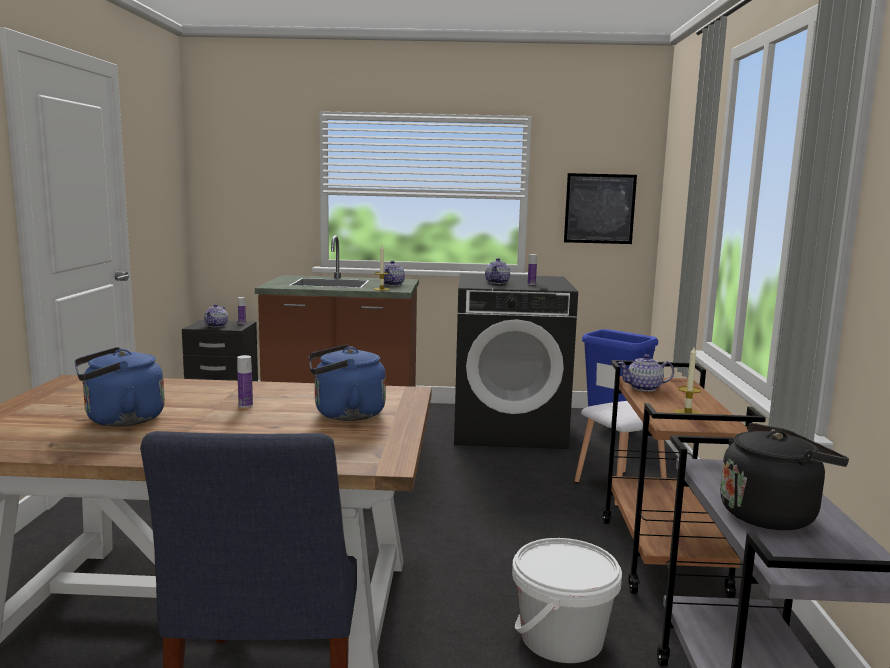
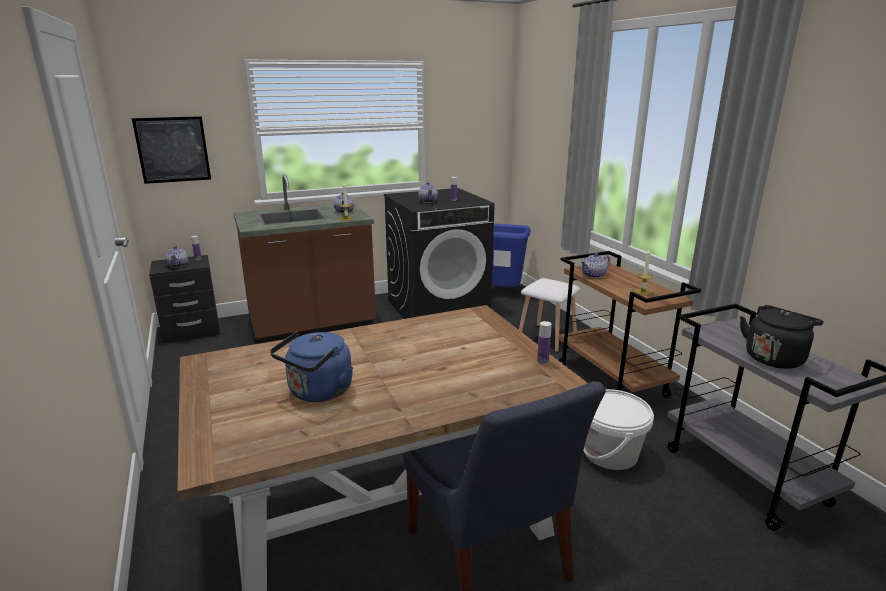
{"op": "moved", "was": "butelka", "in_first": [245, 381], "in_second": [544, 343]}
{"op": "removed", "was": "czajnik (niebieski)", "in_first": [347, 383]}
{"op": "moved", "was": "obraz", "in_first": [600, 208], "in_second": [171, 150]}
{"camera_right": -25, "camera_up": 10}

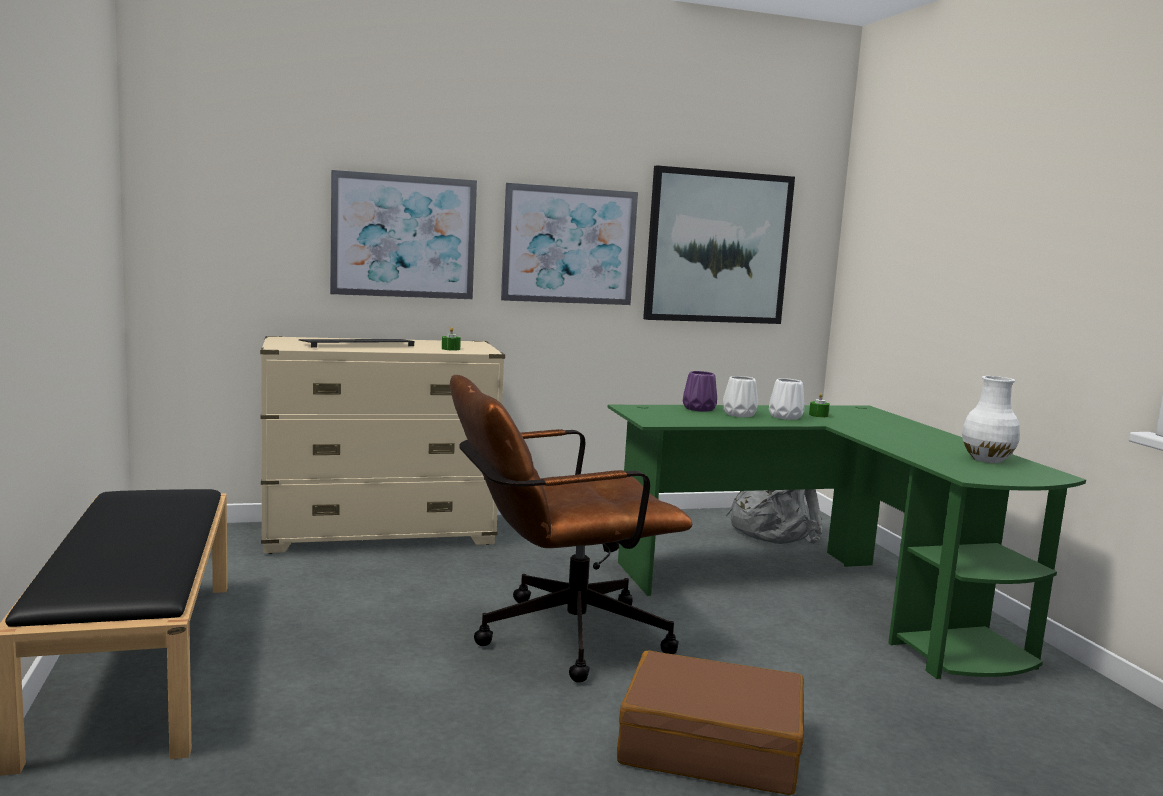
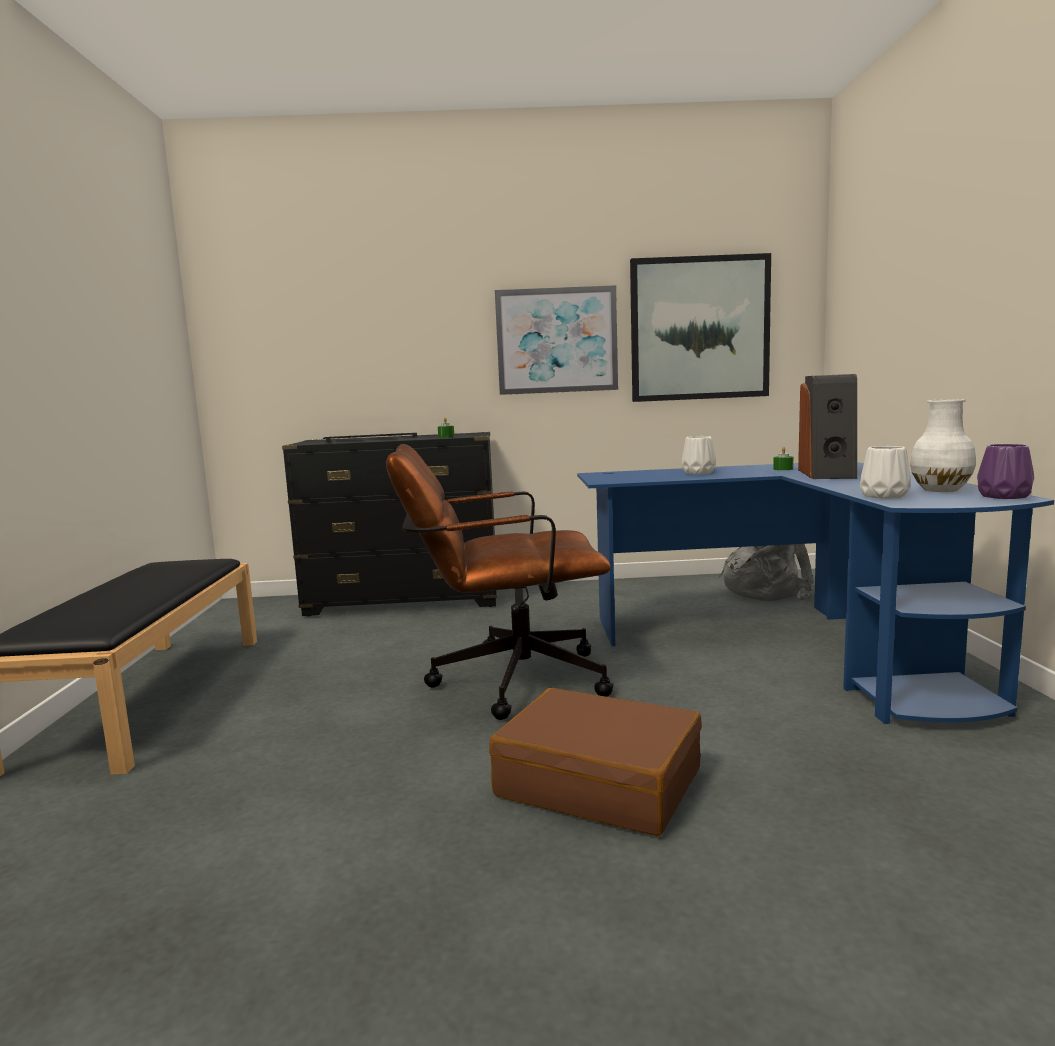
{"op": "recoloured", "was": "komoda (beżowy)", "now": "komoda (czarny)", "in_first": [382, 445], "in_second": [389, 524]}
{"op": "removed", "was": "obraz", "in_first": [403, 234]}
{"op": "recoloured", "was": "biurko (zielony)", "now": "biurko (niebieski)", "in_first": [847, 542], "in_second": [815, 593]}
{"op": "moved", "was": "wazon (fioletowy)", "in_first": [700, 391], "in_second": [1005, 471]}
{"op": "moved", "was": "wazon (biały)", "in_first": [787, 399], "in_second": [885, 472]}
{"op": "added", "now": "głośnik", "in_second": [827, 426]}
{"camera_right": 15, "camera_up": 0}

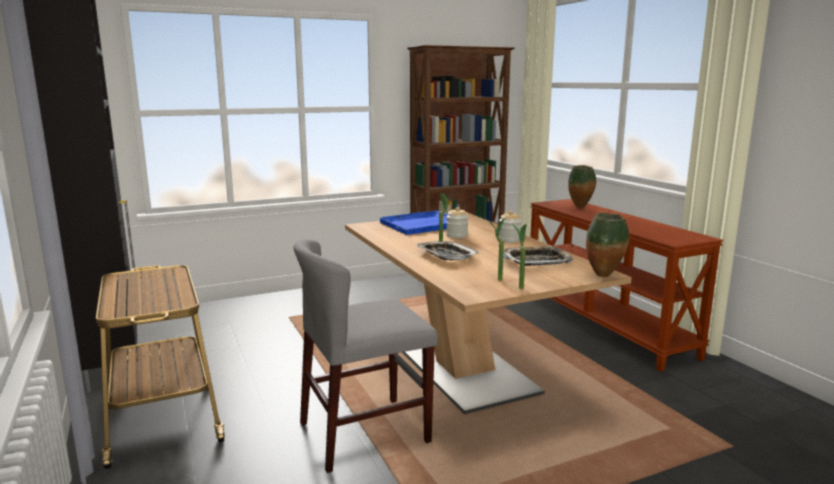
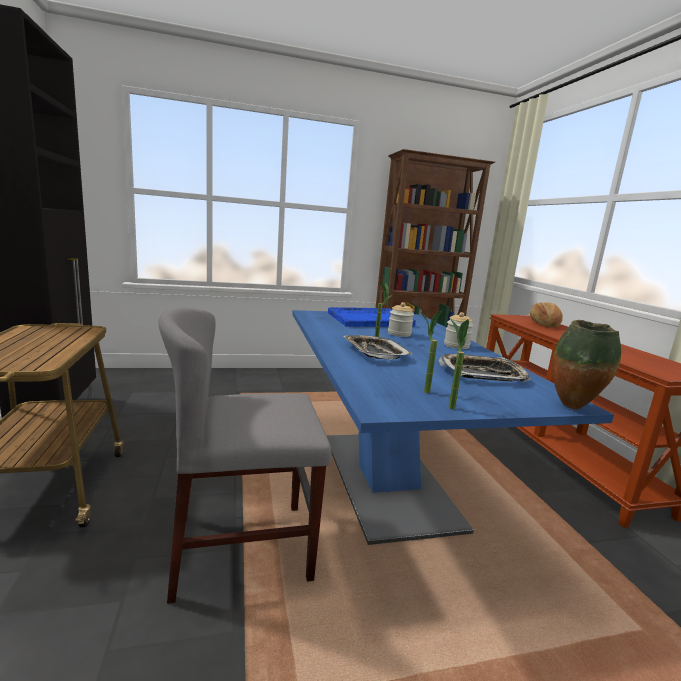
{"op": "recoloured", "was": "stół jadalny (brązowy)", "now": "stół jadalny (niebieski)", "in_first": [488, 313], "in_second": [453, 427]}
{"op": "replaced", "was": "wazon", "now": "chleb", "in_first": [582, 186], "in_second": [546, 315]}
{"camera_right": 10, "camera_up": 0}

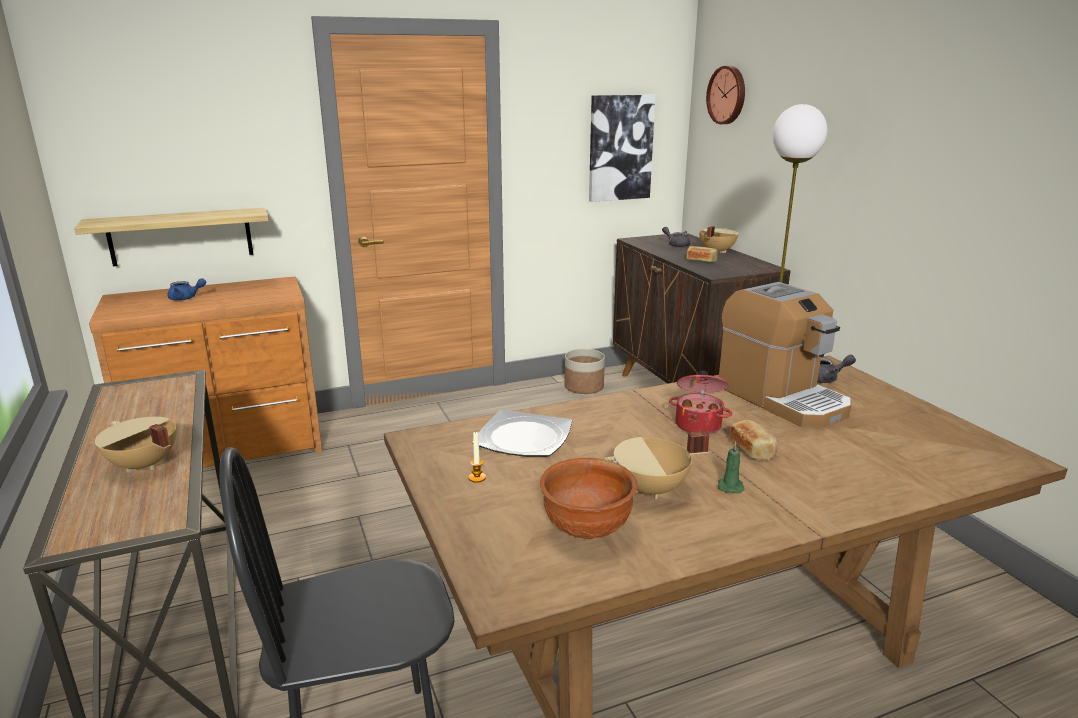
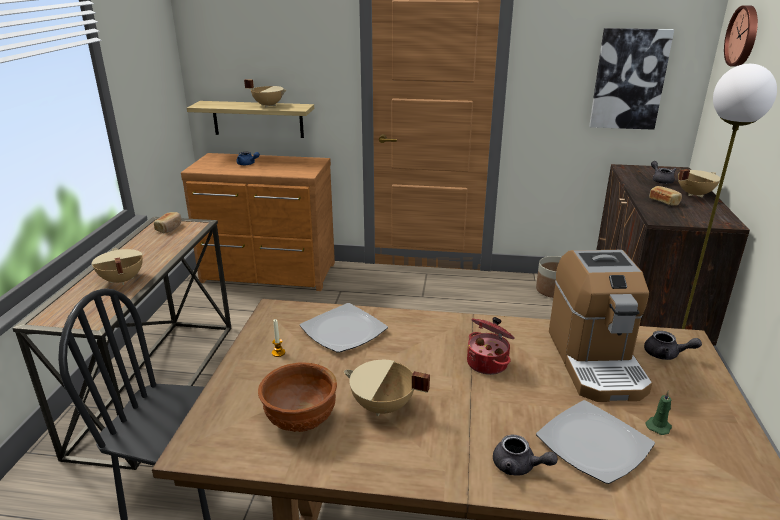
{"op": "moved", "was": "świeca (zielony)", "in_first": [731, 468], "in_second": [659, 413]}
{"op": "moved", "was": "chleb", "in_first": [754, 440], "in_second": [167, 222]}
{"op": "added", "now": "garnek (beżowy)", "in_second": [265, 93]}
{"op": "added", "now": "imbryk (szary)", "in_second": [525, 455]}
{"op": "added", "now": "talerz", "in_second": [595, 442]}
{"camera_right": 30, "camera_up": 5}

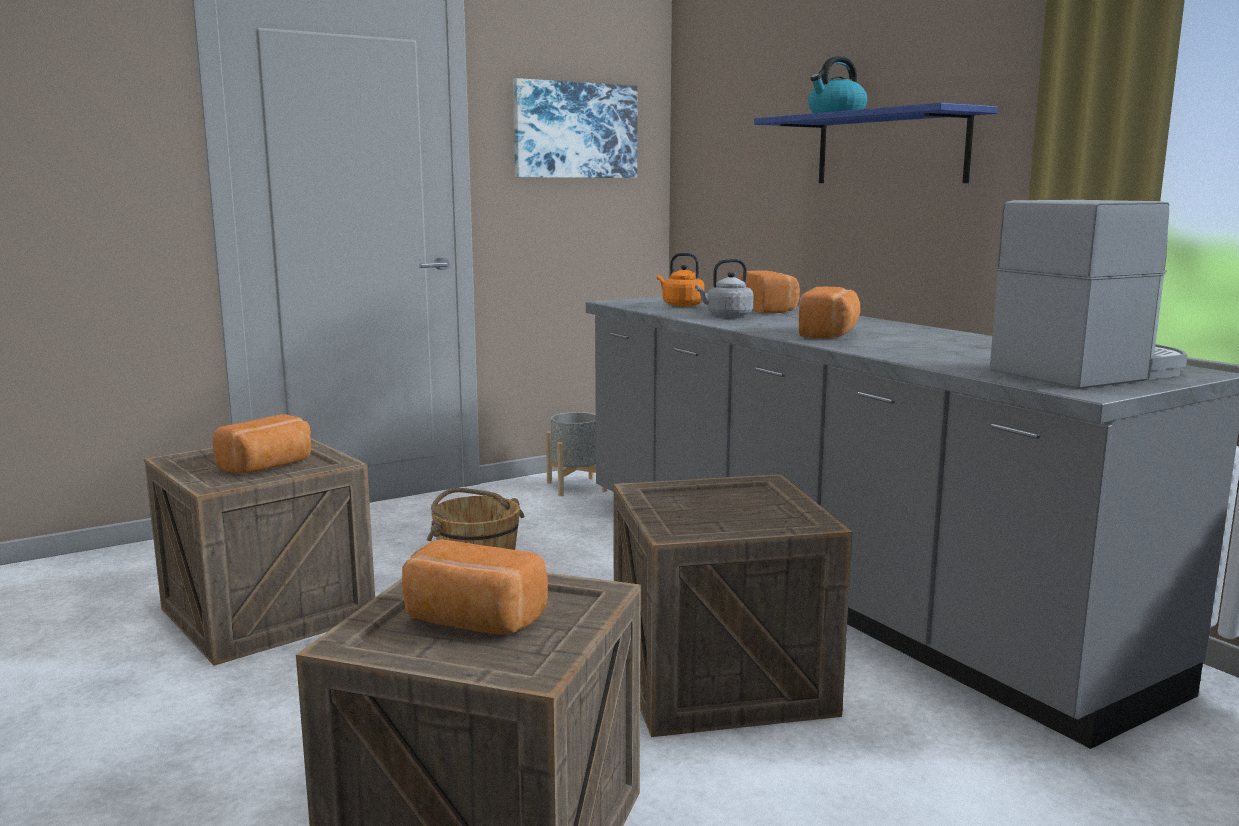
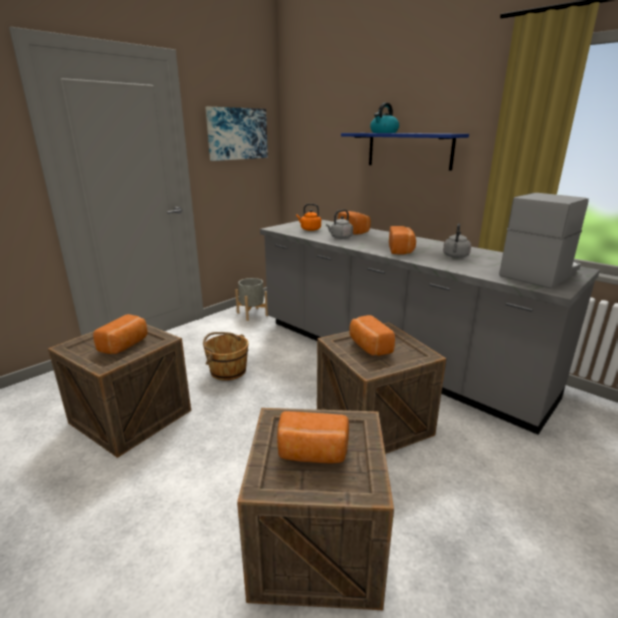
{"op": "added", "now": "chleb", "in_second": [372, 335]}
{"op": "added", "now": "czajnik (szary)", "in_second": [457, 240]}
{"camera_right": -15, "camera_up": 10}

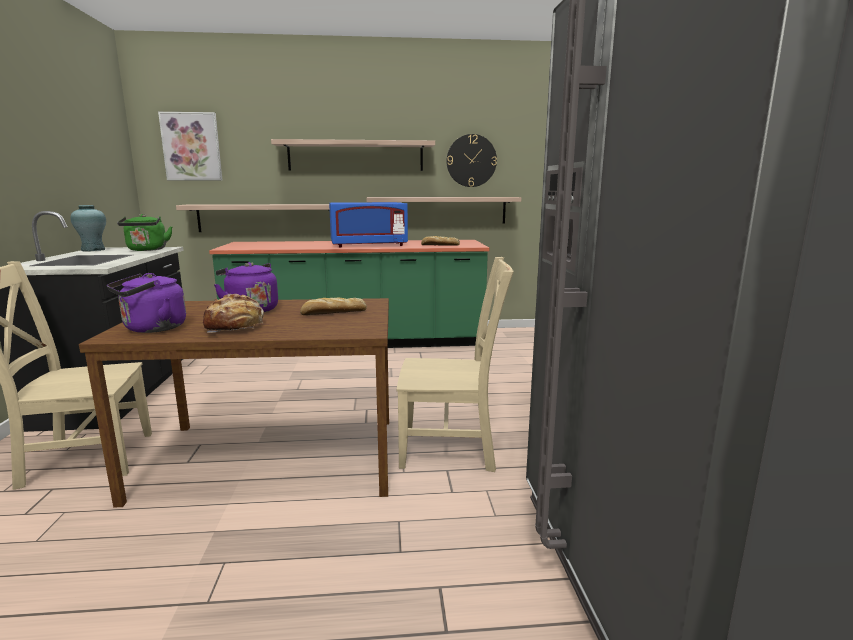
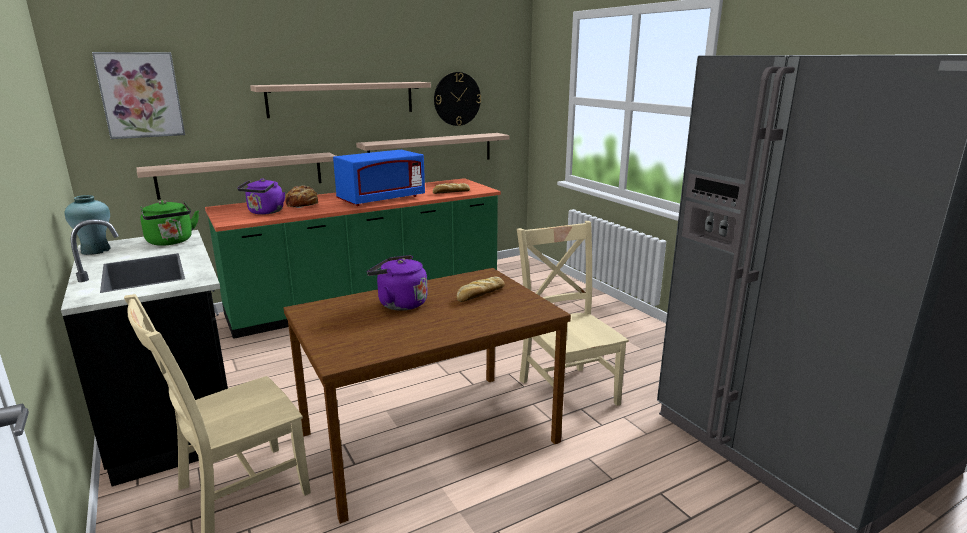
{"op": "moved", "was": "czajnik (fioletowy)", "in_first": [146, 303], "in_second": [261, 197]}
{"op": "moved", "was": "chleb", "in_first": [233, 313], "in_second": [301, 197]}
{"op": "turned", "was": "krzesło (beżowy)", "in_first": [455, 364], "in_second": [573, 313], "clockwise": -90}
{"camera_right": -25, "camera_up": 5}

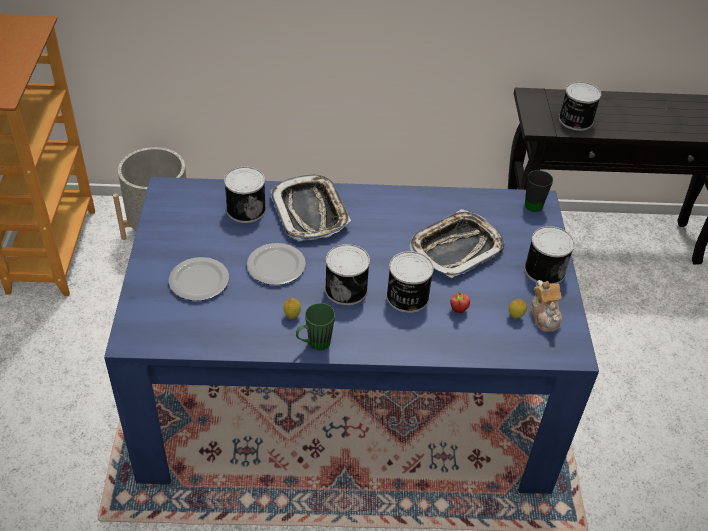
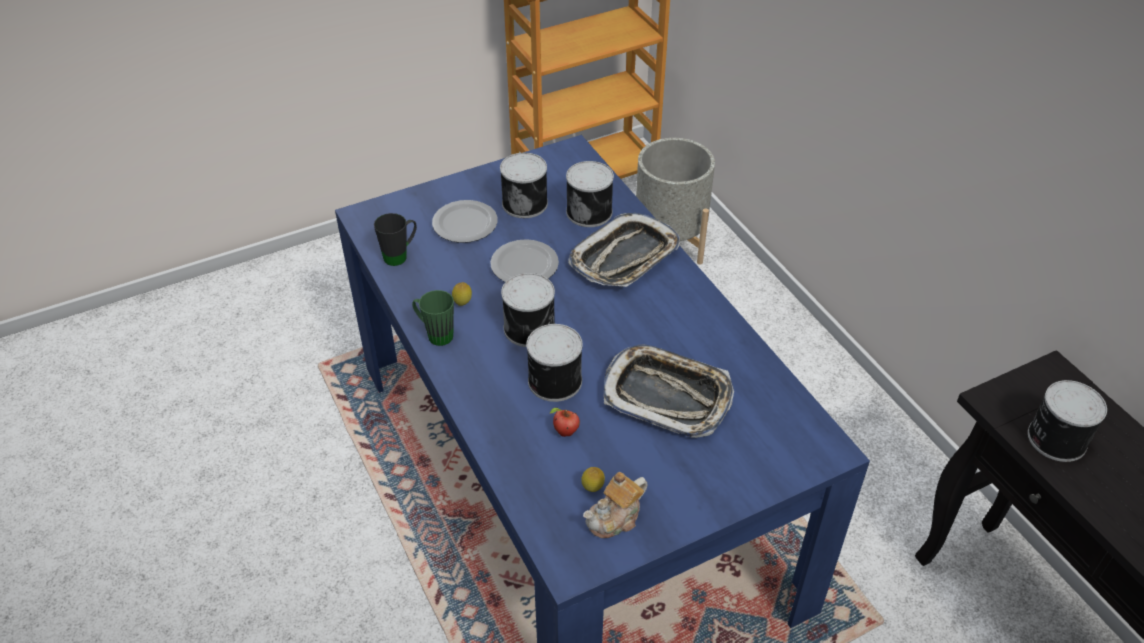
{"op": "moved", "was": "puszka", "in_first": [549, 255], "in_second": [524, 185]}
{"op": "moved", "was": "kubek (czarny)", "in_first": [539, 191], "in_second": [395, 239]}
{"camera_right": 65, "camera_up": 0}

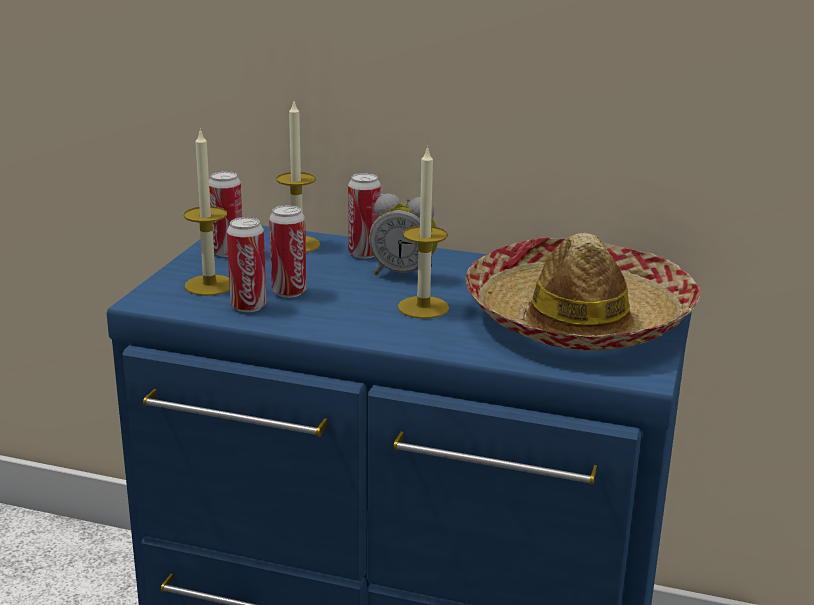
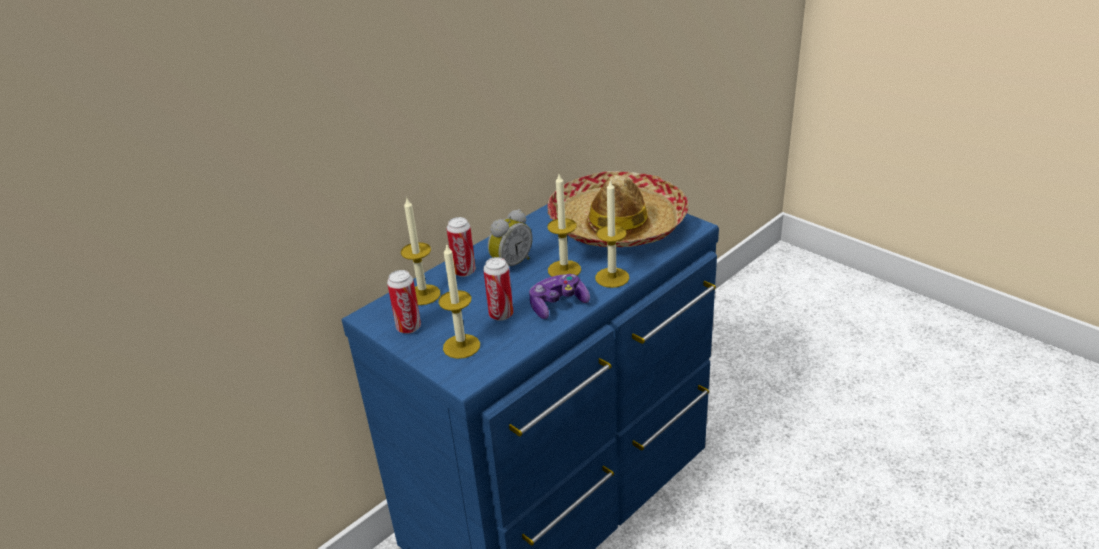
{"op": "removed", "was": "puszka", "in_first": [246, 264]}
{"op": "added", "now": "pad do gier", "in_second": [559, 296]}
{"op": "added", "now": "świeca", "in_second": [612, 233]}
{"camera_right": -60, "camera_up": 10}

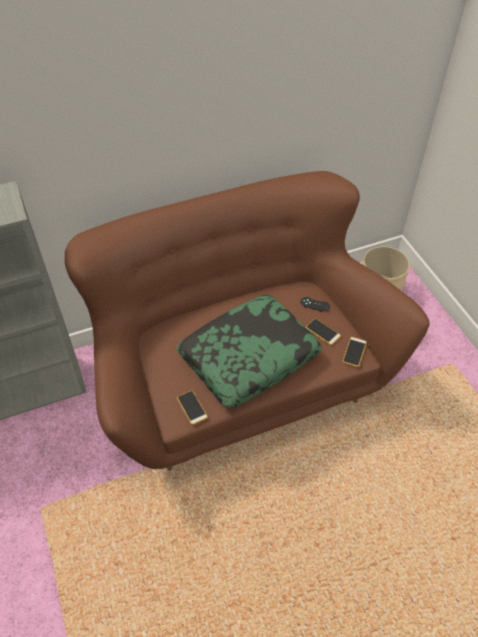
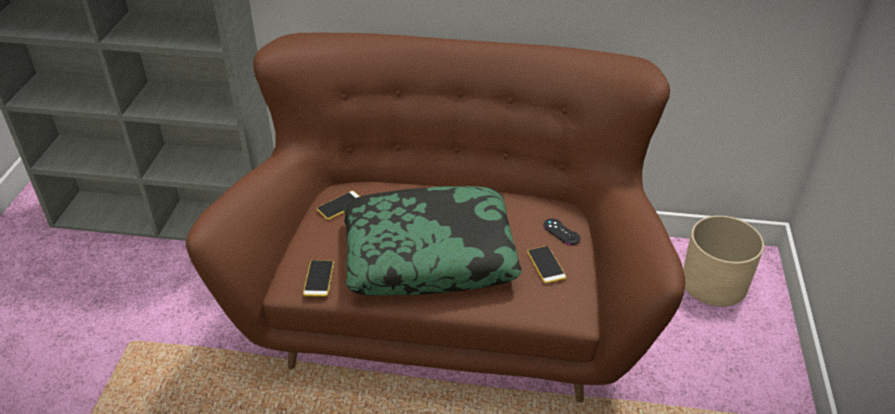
{"op": "moved", "was": "telefon", "in_first": [355, 352], "in_second": [338, 205]}
{"camera_right": 30, "camera_up": -10}

